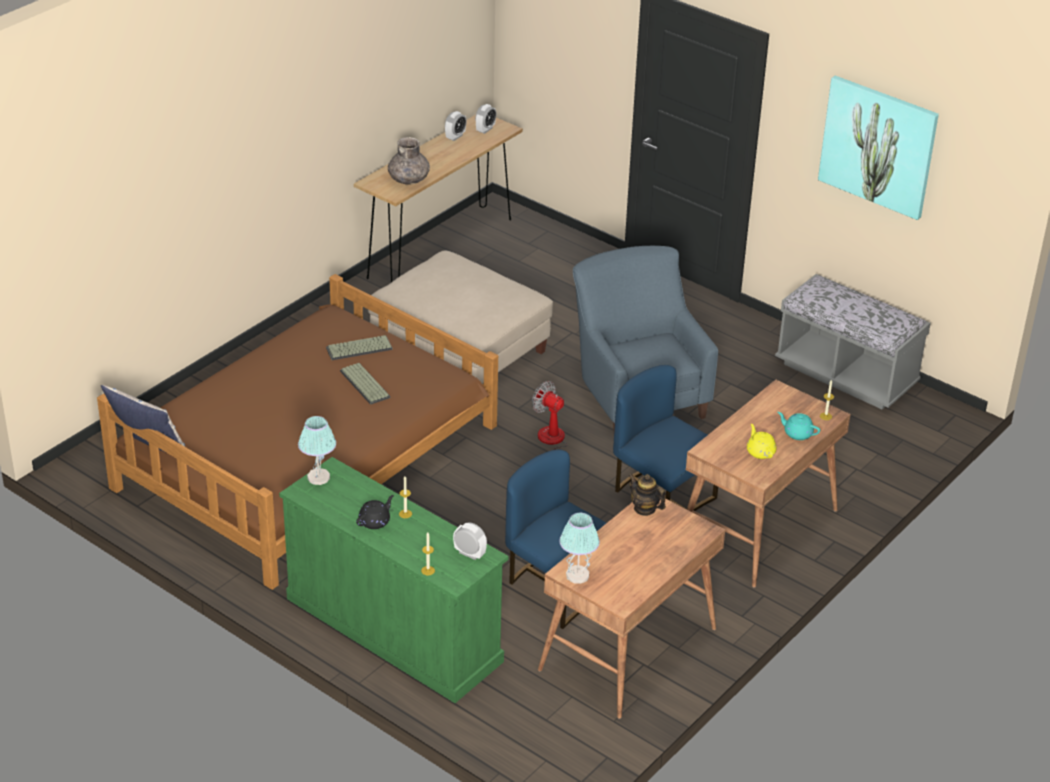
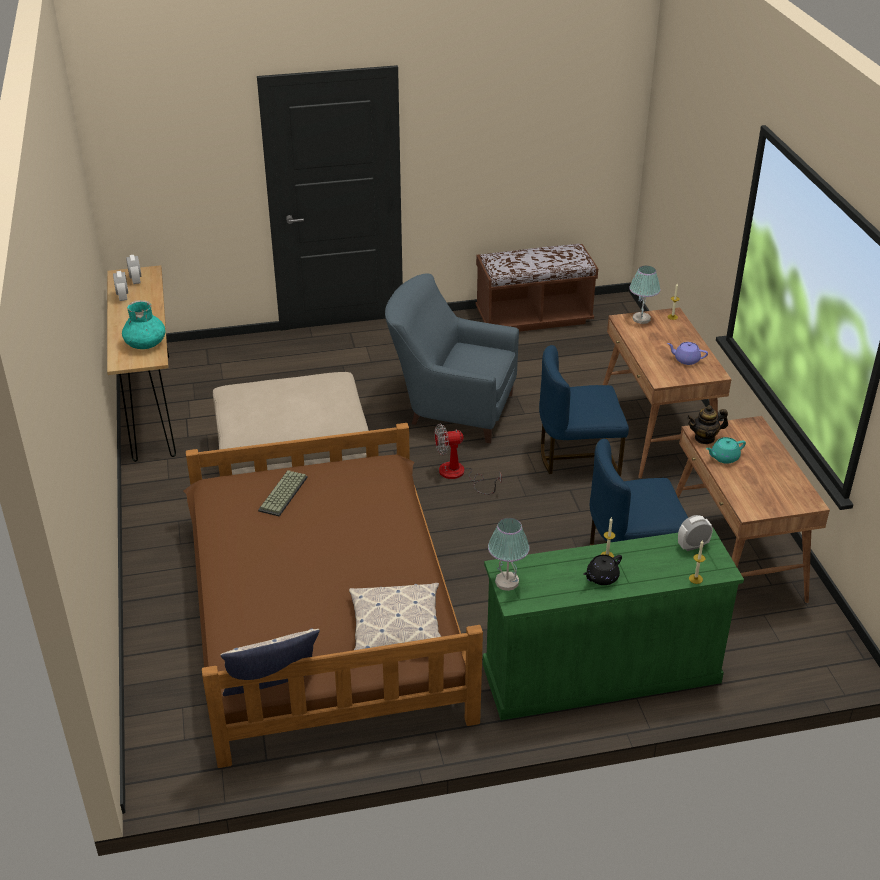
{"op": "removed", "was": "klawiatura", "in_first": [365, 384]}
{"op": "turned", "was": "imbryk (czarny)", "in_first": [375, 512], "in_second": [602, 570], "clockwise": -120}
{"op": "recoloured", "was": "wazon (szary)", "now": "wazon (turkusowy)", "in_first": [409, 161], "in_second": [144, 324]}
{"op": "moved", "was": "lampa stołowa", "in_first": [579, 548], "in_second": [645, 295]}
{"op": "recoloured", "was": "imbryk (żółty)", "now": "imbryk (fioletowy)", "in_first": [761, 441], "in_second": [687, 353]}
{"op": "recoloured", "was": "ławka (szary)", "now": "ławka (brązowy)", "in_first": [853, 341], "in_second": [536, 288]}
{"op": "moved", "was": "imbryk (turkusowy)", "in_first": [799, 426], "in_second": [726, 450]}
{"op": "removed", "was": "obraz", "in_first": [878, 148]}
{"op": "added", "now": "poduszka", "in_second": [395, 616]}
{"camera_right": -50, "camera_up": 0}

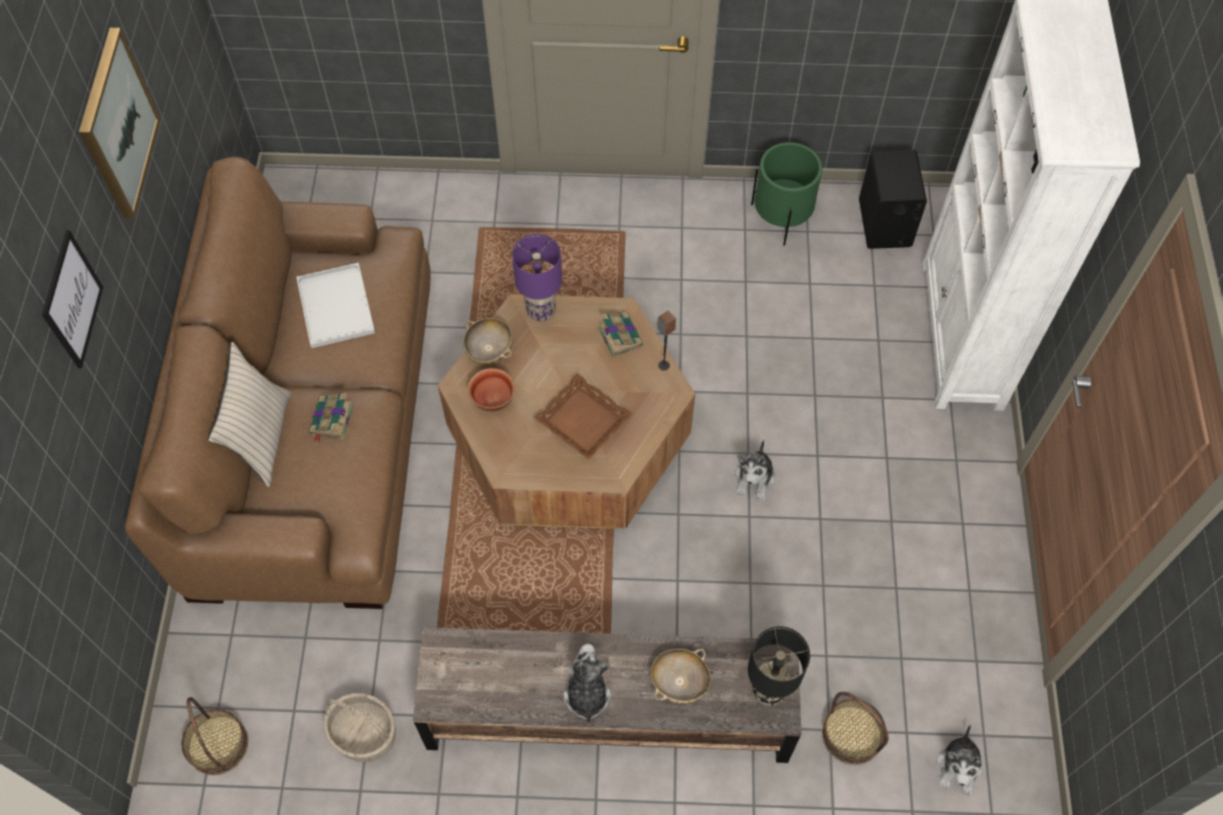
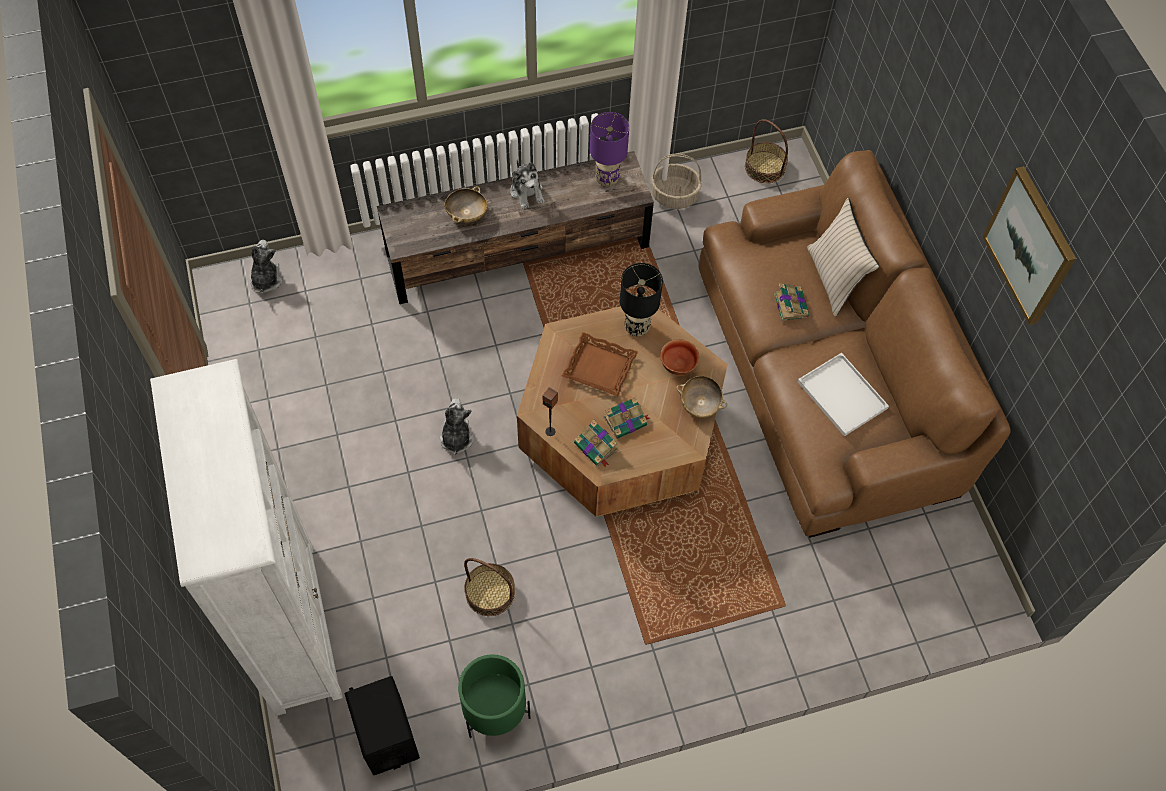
{"op": "removed", "was": "obraz", "in_first": [72, 299]}
{"op": "moved", "was": "lampa stołowa (fioletowy)", "in_first": [537, 277], "in_second": [609, 149]}
{"op": "moved", "was": "lampa stołowa (czarny)", "in_first": [779, 666], "in_second": [641, 299]}
{"op": "moved", "was": "koszyk", "in_first": [855, 728], "in_second": [489, 587]}
{"op": "added", "now": "książka", "in_second": [626, 418]}
{"camera_right": 160, "camera_up": 0}

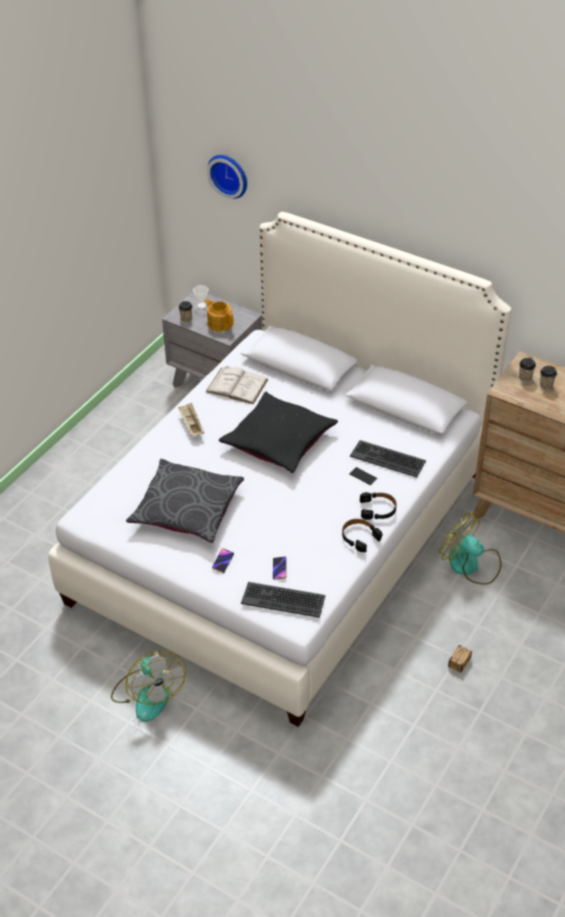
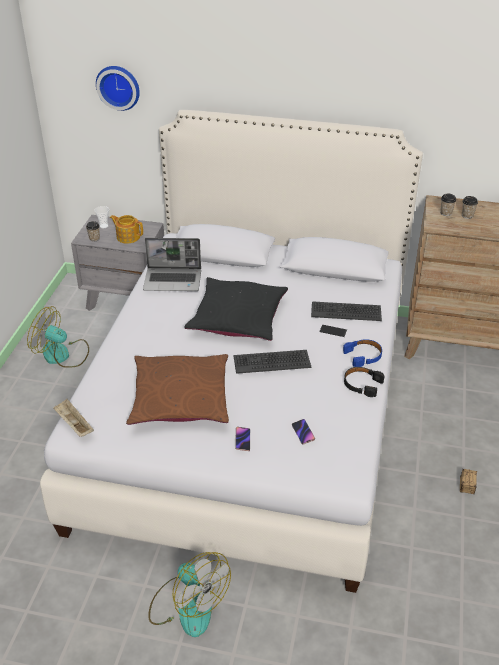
{"op": "recoloured", "was": "poduszka (szary)", "now": "poduszka (brązowy)", "in_first": [185, 501], "in_second": [177, 389]}
{"op": "moved", "was": "taca (beżowy)", "in_first": [191, 419], "in_second": [73, 418]}
{"op": "replaced", "was": "książka (biały)", "now": "laptop", "in_first": [237, 385], "in_second": [172, 264]}
{"op": "moved", "was": "klawiatura", "in_first": [283, 600], "in_second": [272, 362]}
{"op": "recoloured", "was": "słuchawki (czarny)", "now": "słuchawki (niebieski)", "in_first": [378, 506], "in_second": [362, 353]}
{"op": "moved", "was": "wentylator", "in_first": [470, 549], "in_second": [58, 337]}
{"camera_right": -20, "camera_up": -5}

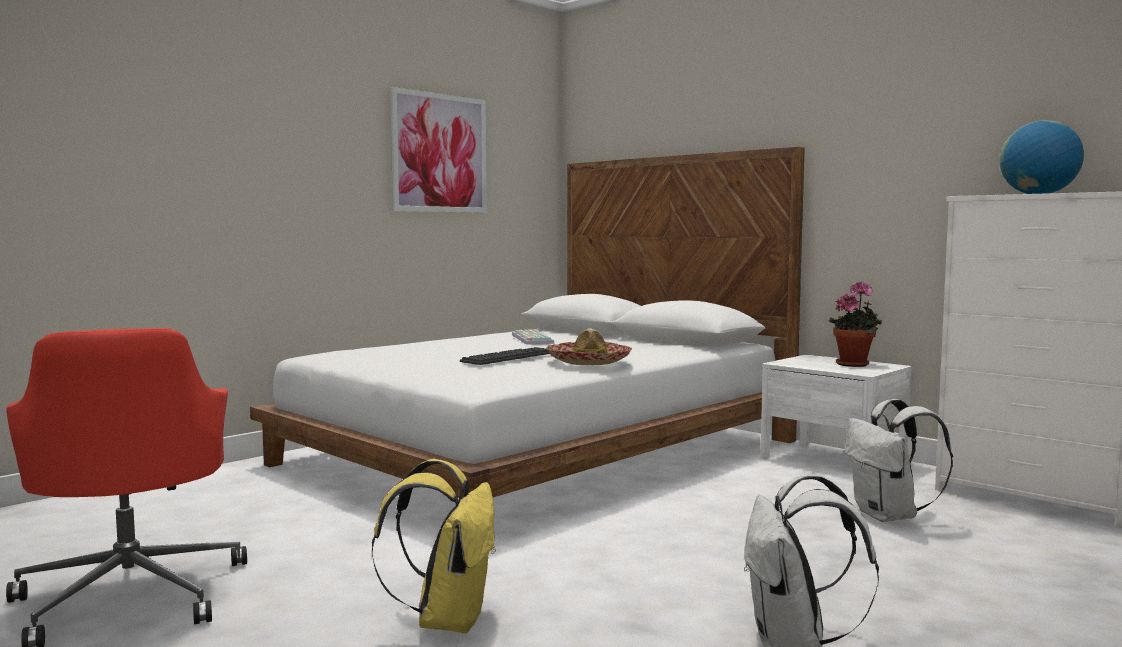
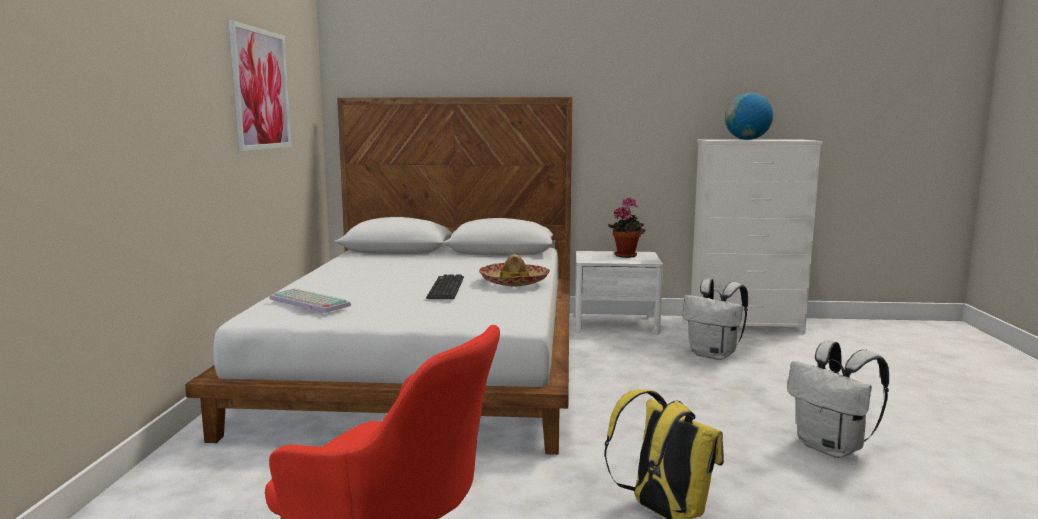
{"op": "moved", "was": "klawiatura", "in_first": [533, 337], "in_second": [310, 300]}
{"camera_right": -40, "camera_up": 5}

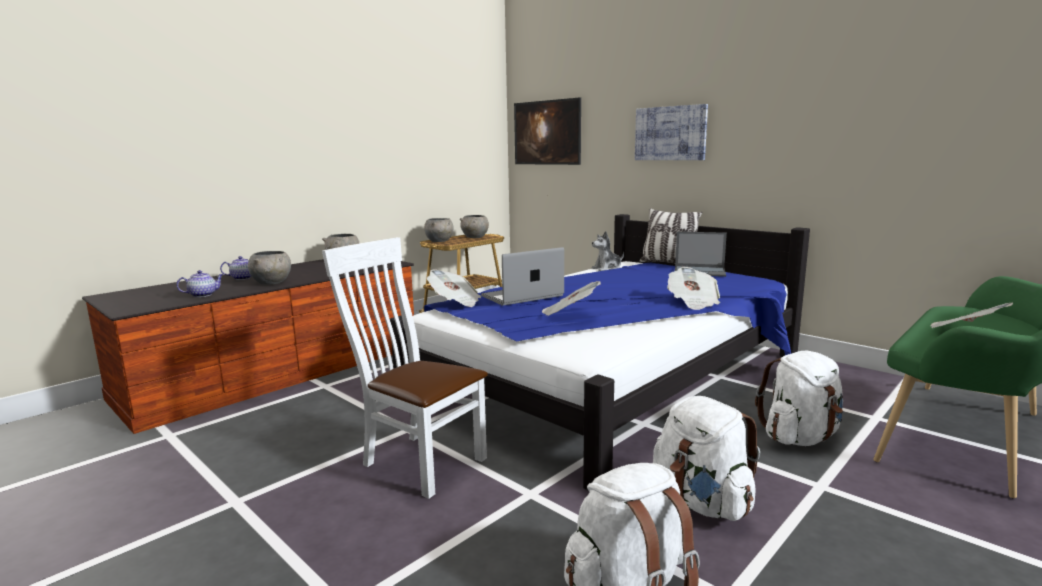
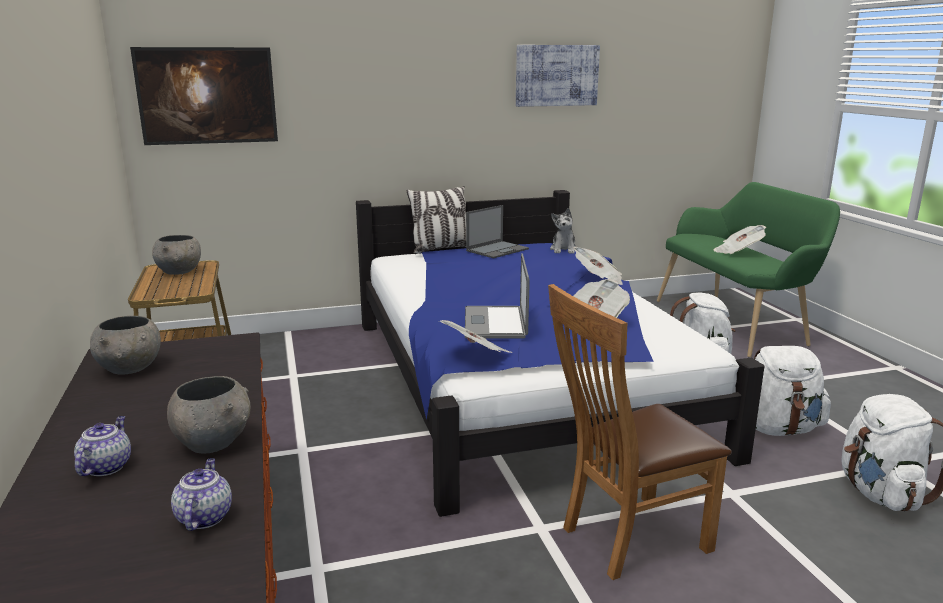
{"op": "recoloured", "was": "krzesło (biały)", "now": "krzesło (brązowy)", "in_first": [405, 368], "in_second": [640, 432]}
{"op": "removed", "was": "miska (szary)", "in_first": [439, 230]}
{"op": "moved", "was": "pluszak", "in_first": [607, 251], "in_second": [563, 231]}
{"op": "moved", "was": "obraz", "in_first": [671, 132], "in_second": [558, 76]}
{"camera_right": -60, "camera_up": 5}

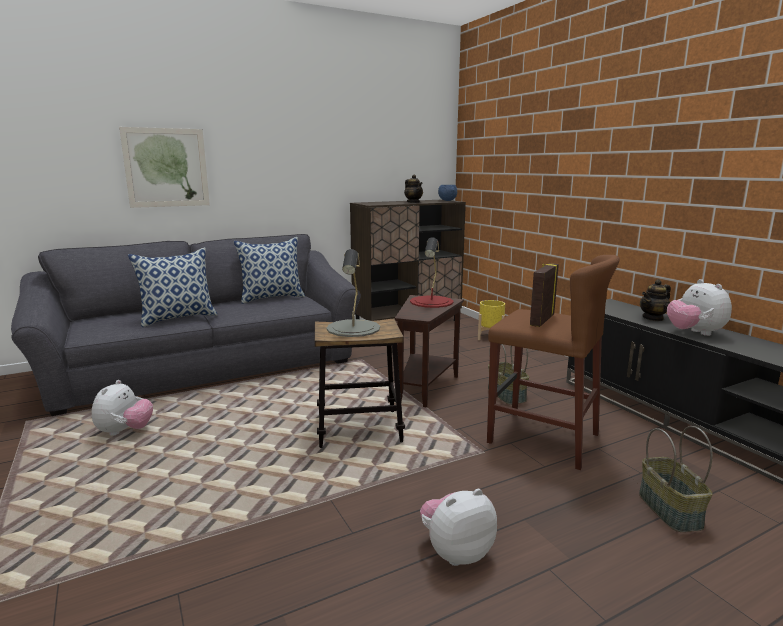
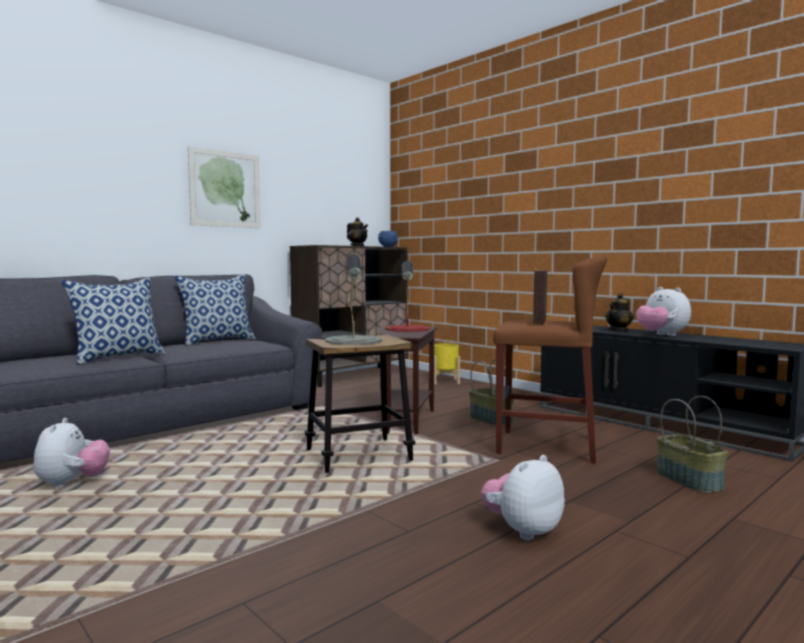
{"op": "moved", "was": "obraz", "in_first": [164, 167], "in_second": [224, 187]}
{"camera_right": -15, "camera_up": -10}

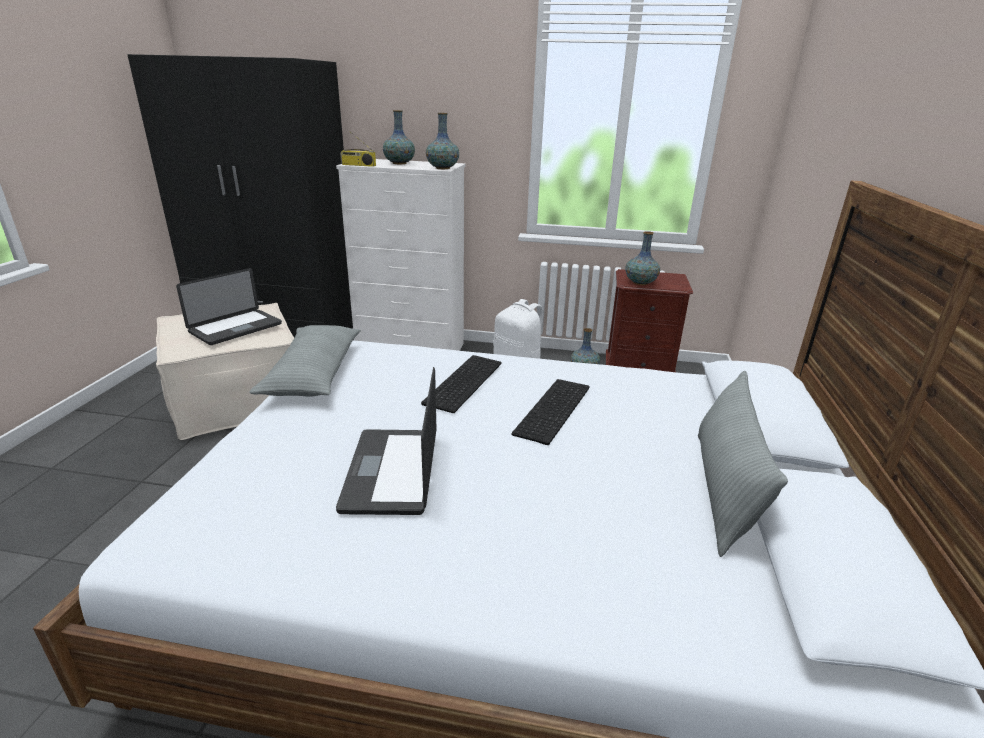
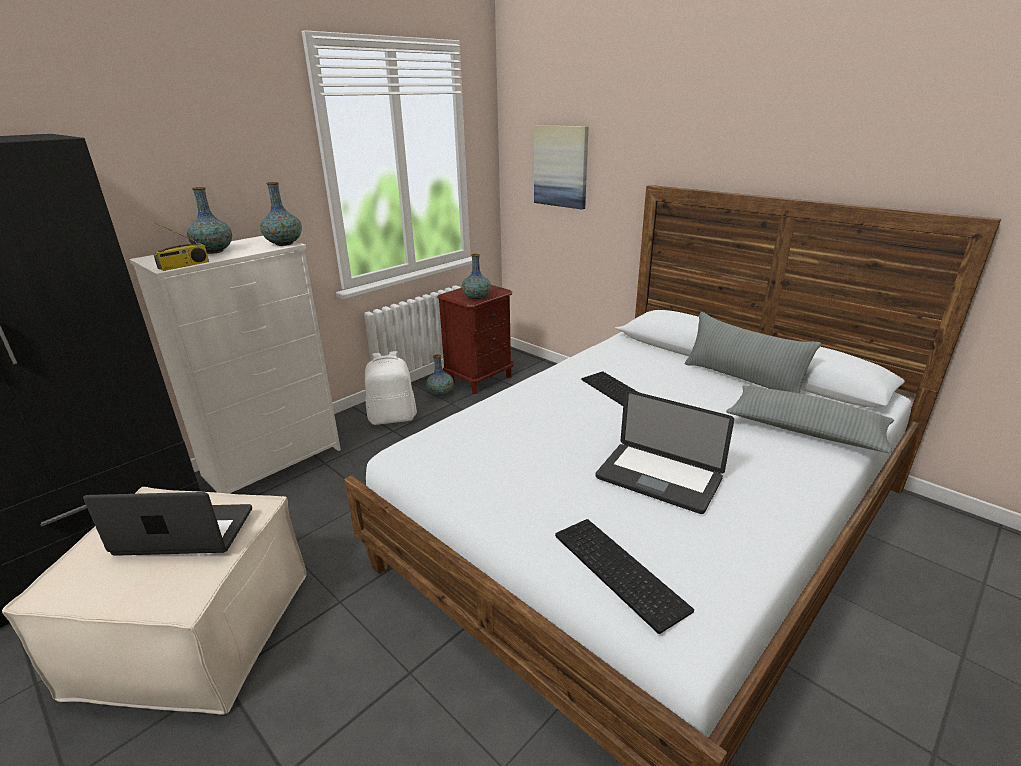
{"op": "turned", "was": "laptop", "in_first": [229, 306], "in_second": [167, 524], "clockwise": -75}
{"op": "moved", "was": "poduszka (szary)", "in_first": [305, 361], "in_second": [810, 419]}
{"op": "moved", "was": "klawiatura", "in_first": [461, 384], "in_second": [624, 576]}
{"op": "added", "now": "obraz", "in_second": [561, 167]}
{"camera_right": -55, "camera_up": 0}

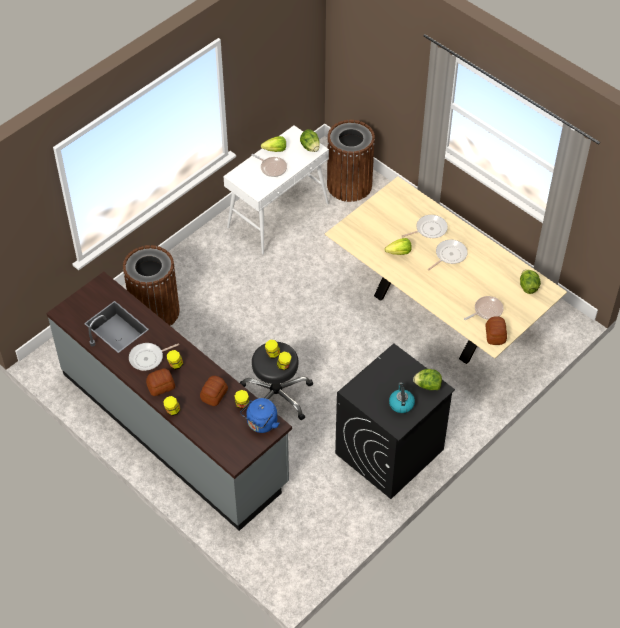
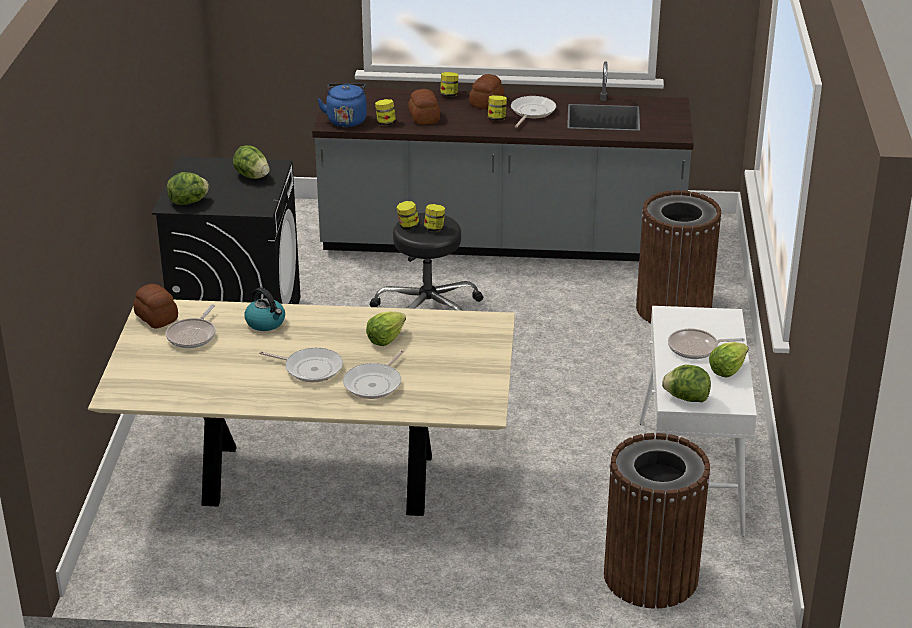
{"op": "moved", "was": "czajnik", "in_first": [402, 397], "in_second": [264, 309]}
{"op": "turned", "was": "patelnia", "in_first": [448, 255], "in_second": [301, 365], "clockwise": -75}
{"op": "moved", "was": "sałata", "in_first": [530, 281], "in_second": [251, 162]}
{"camera_right": 140, "camera_up": -20}

